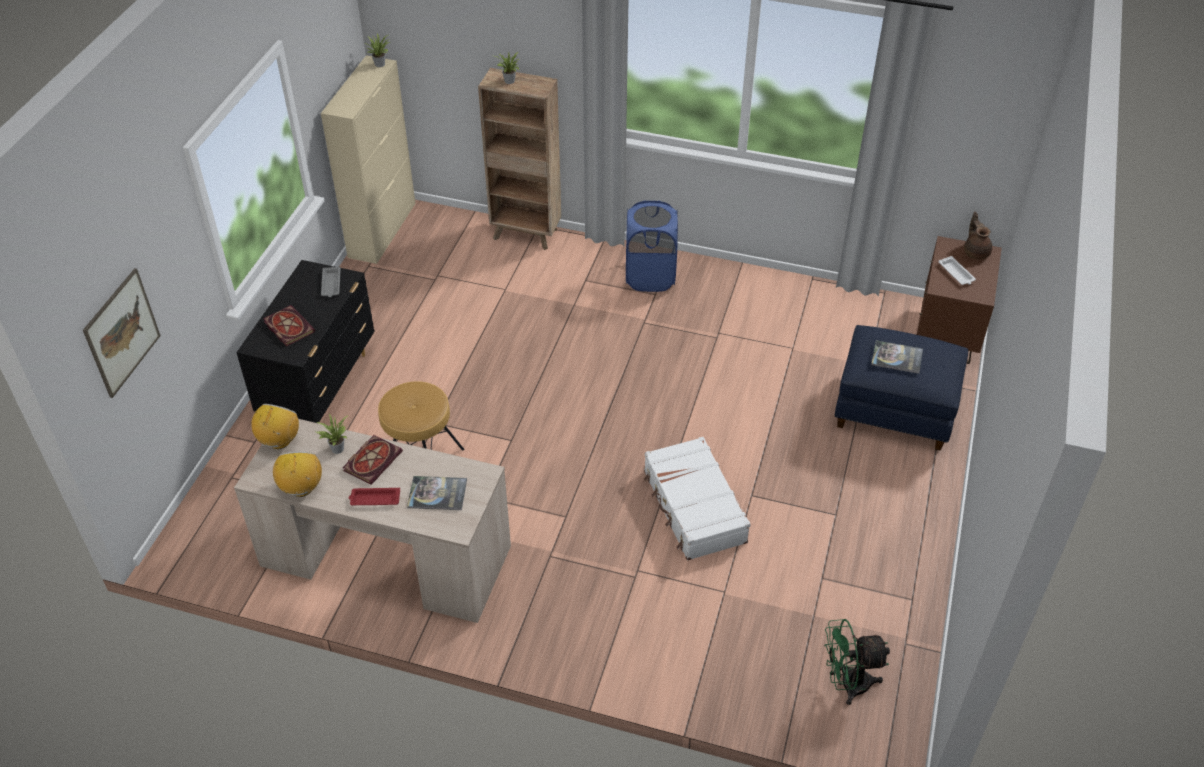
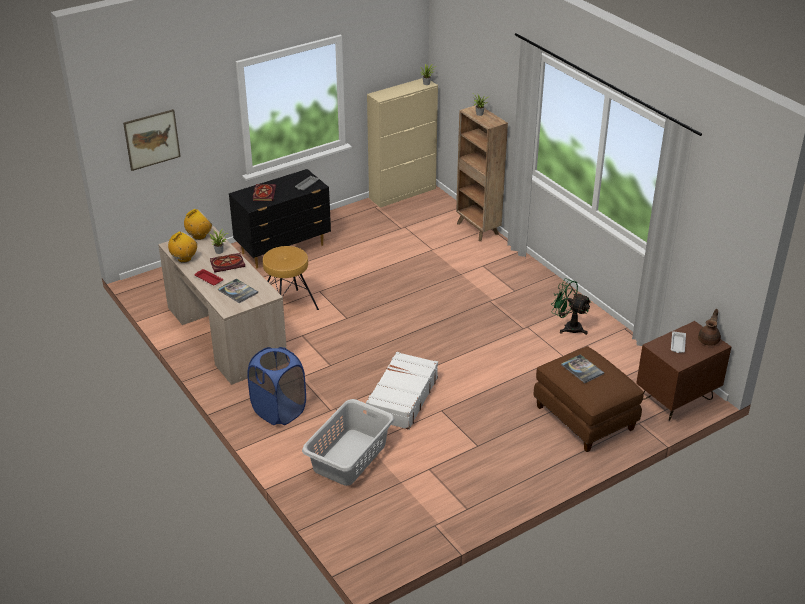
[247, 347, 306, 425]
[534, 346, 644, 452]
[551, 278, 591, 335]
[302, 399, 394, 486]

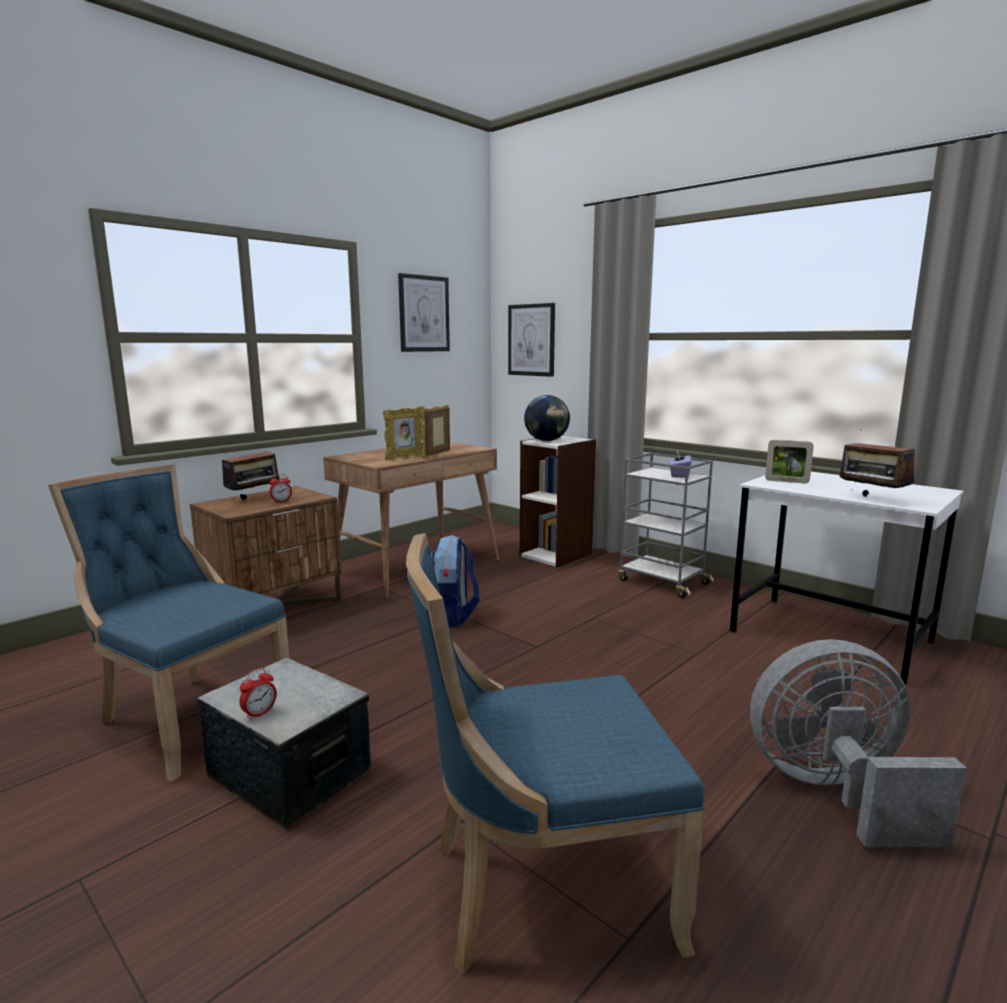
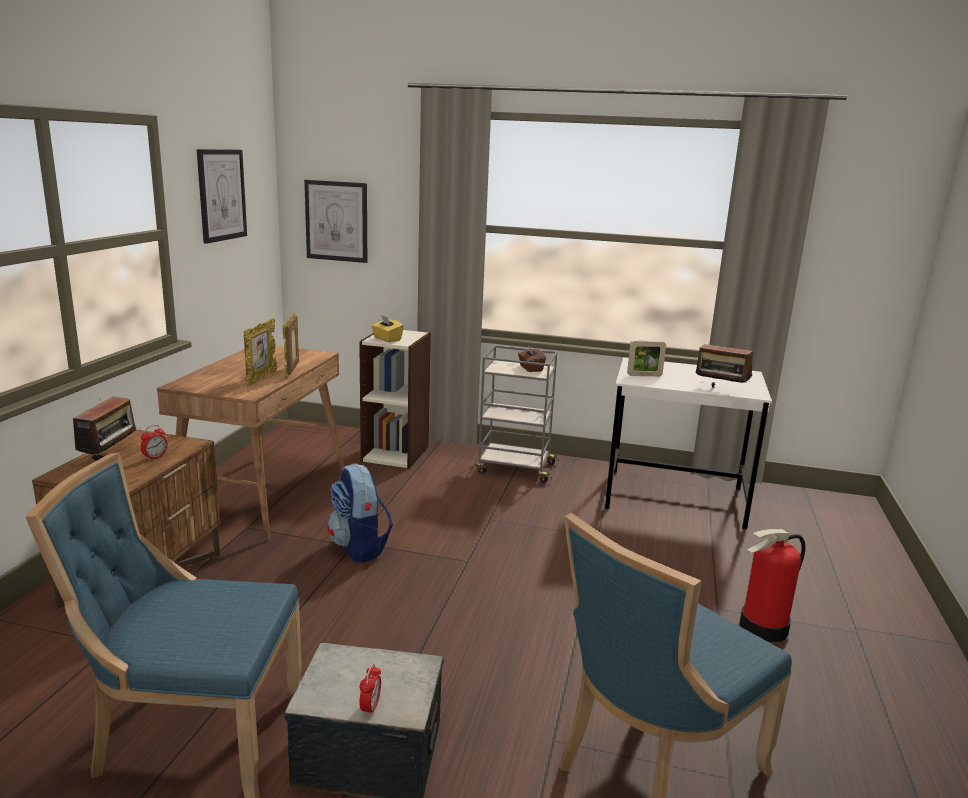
[371, 315, 404, 342]
[518, 345, 546, 372]
[739, 529, 806, 643]

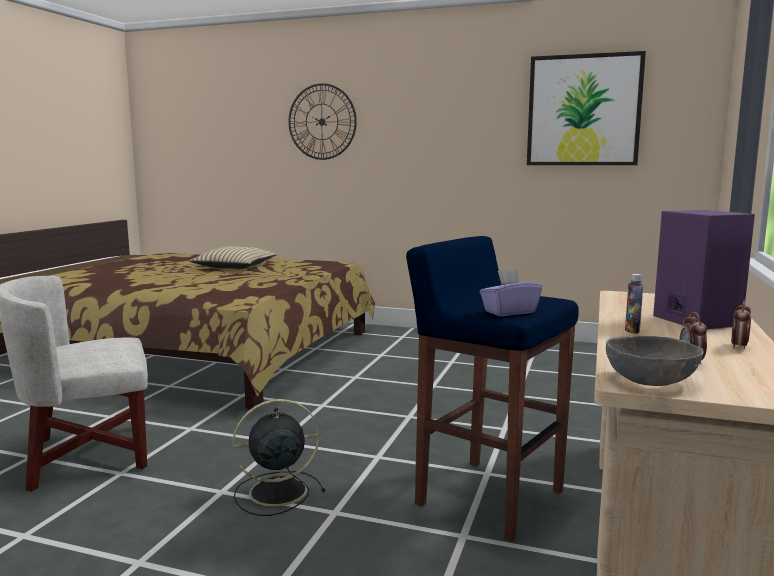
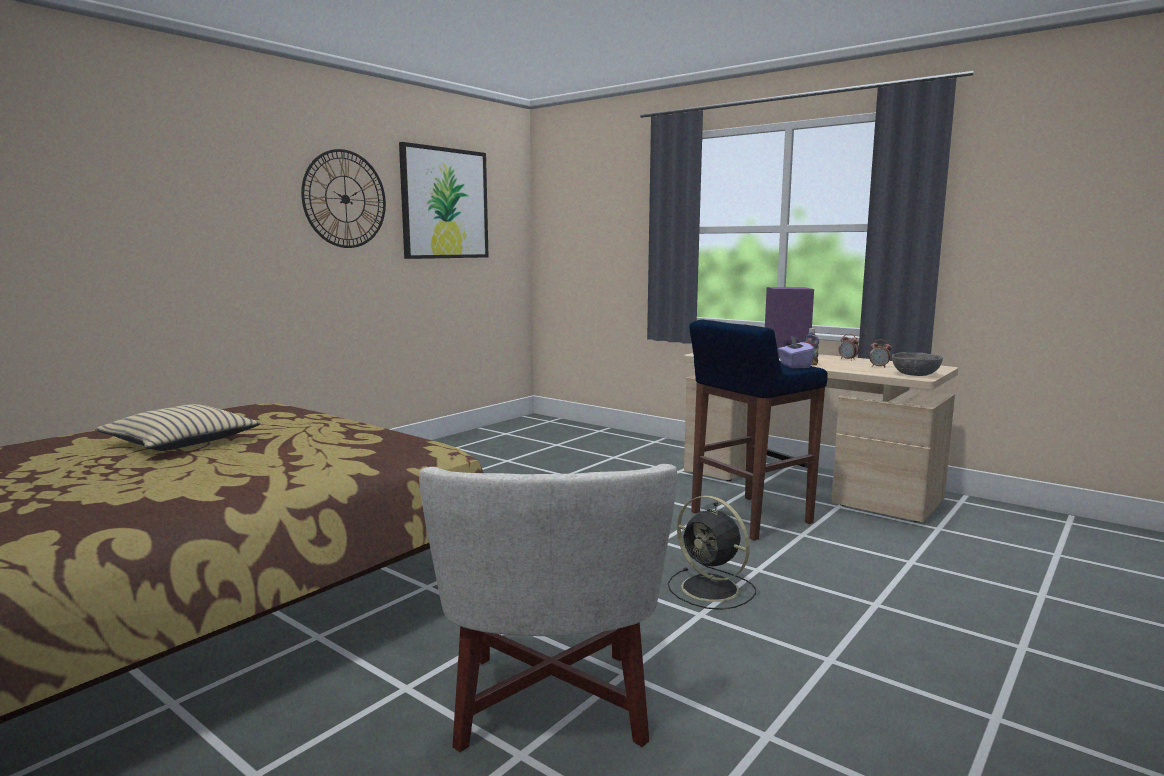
[301, 149, 386, 248]
[668, 495, 756, 610]

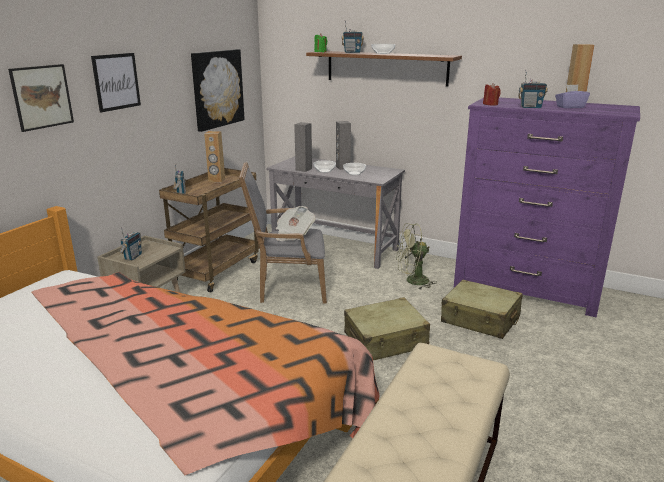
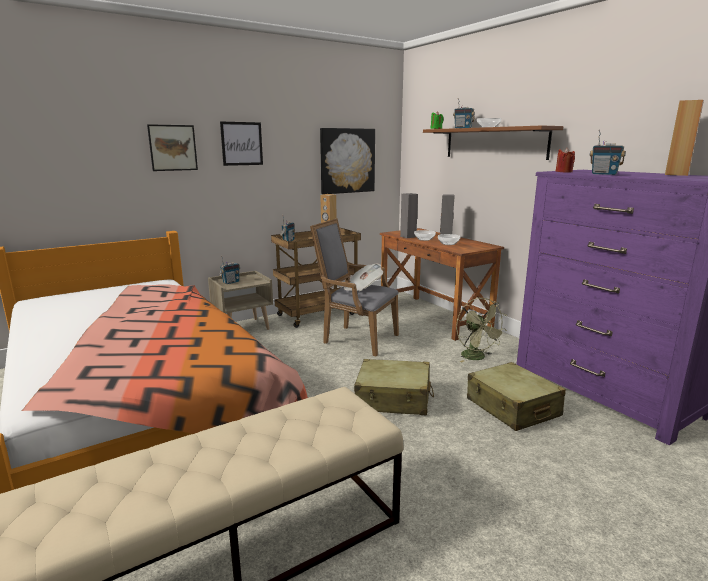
[555, 85, 590, 108] (first image)
[380, 228, 504, 341]
[456, 298, 507, 362]

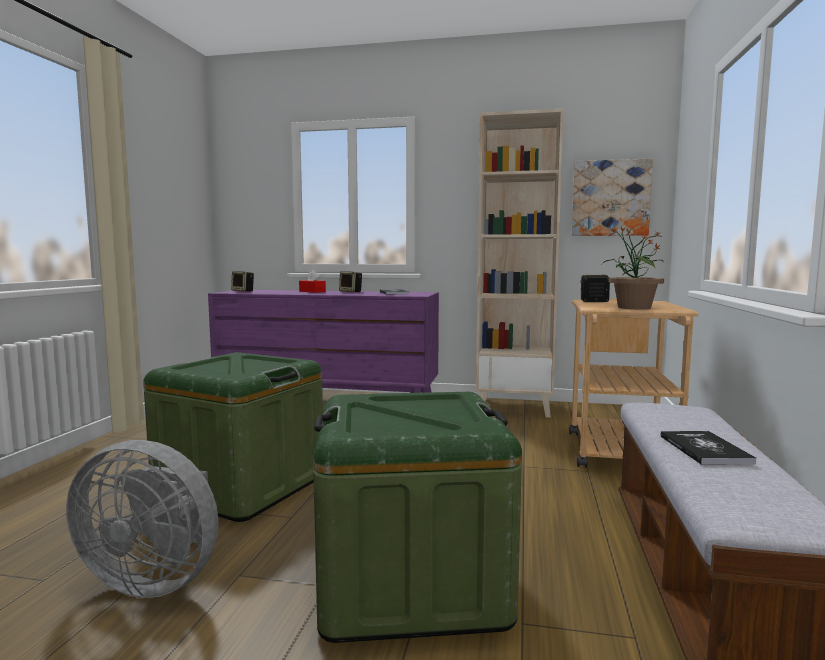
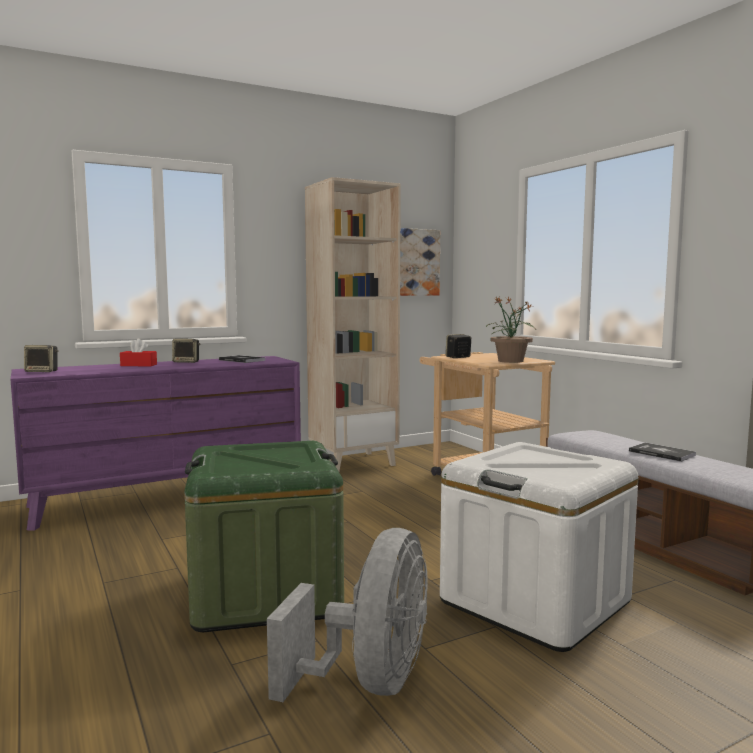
[440, 442, 638, 652]
[267, 528, 428, 702]

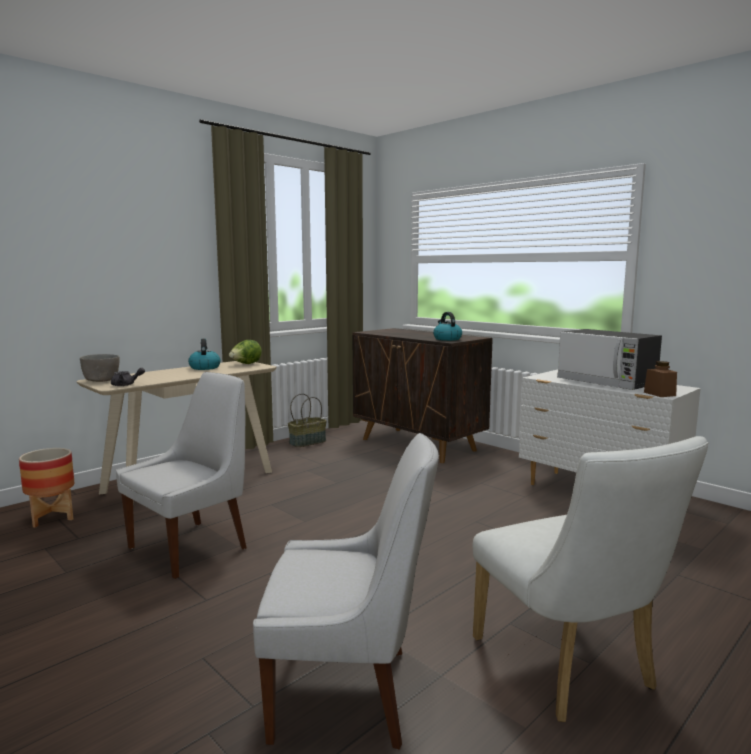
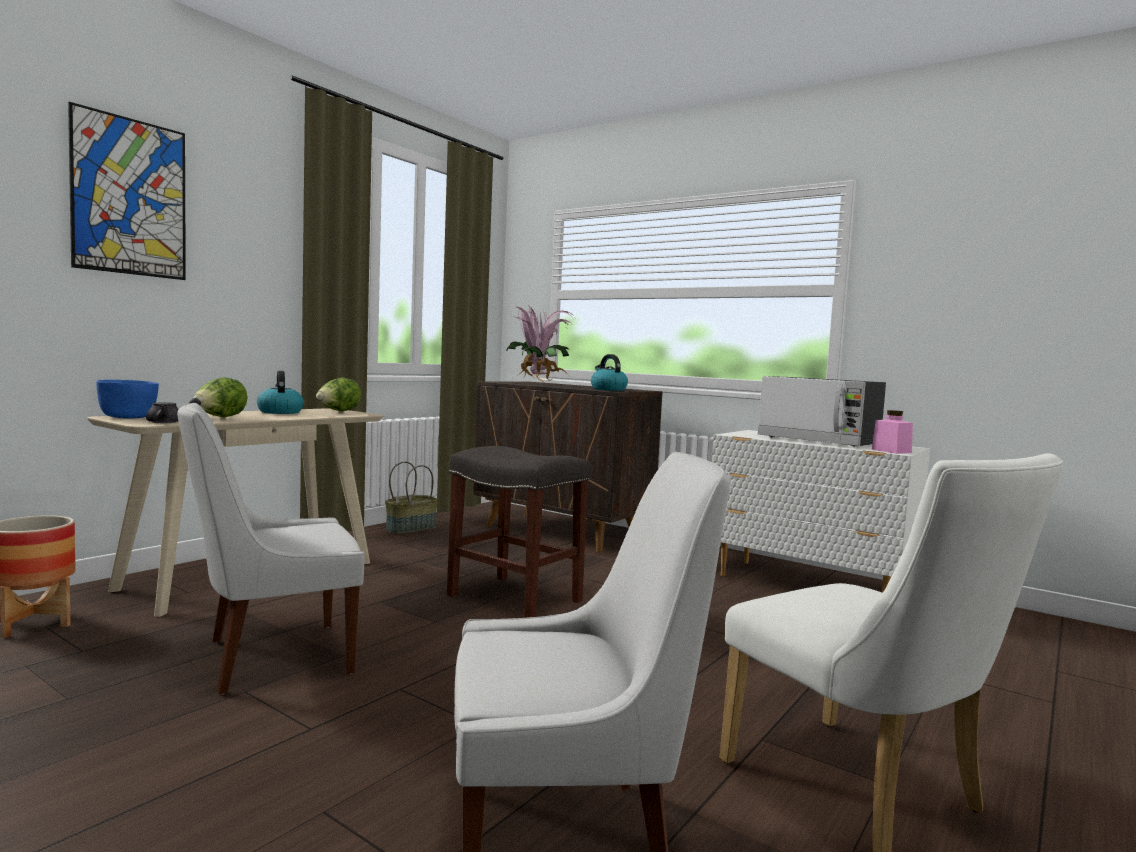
[96, 380, 159, 419]
[872, 410, 913, 454]
[177, 403, 364, 695]
[68, 102, 186, 280]
[506, 305, 573, 383]
[193, 377, 247, 417]
[447, 446, 591, 618]

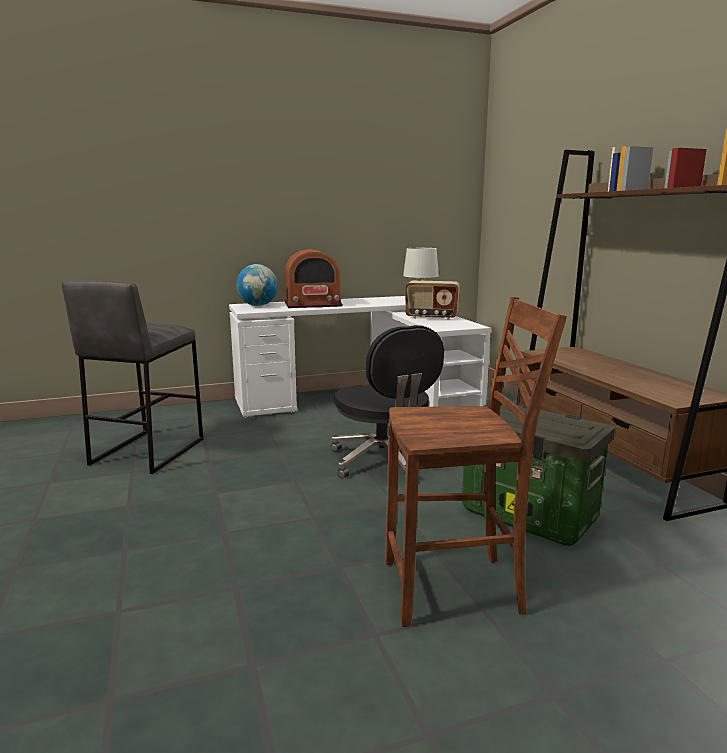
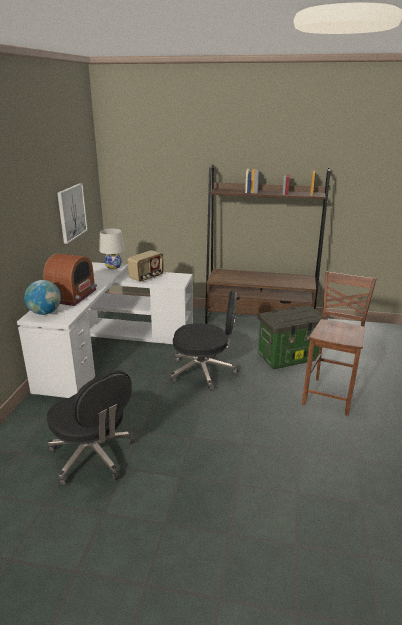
[47, 370, 135, 485]
[57, 183, 88, 244]

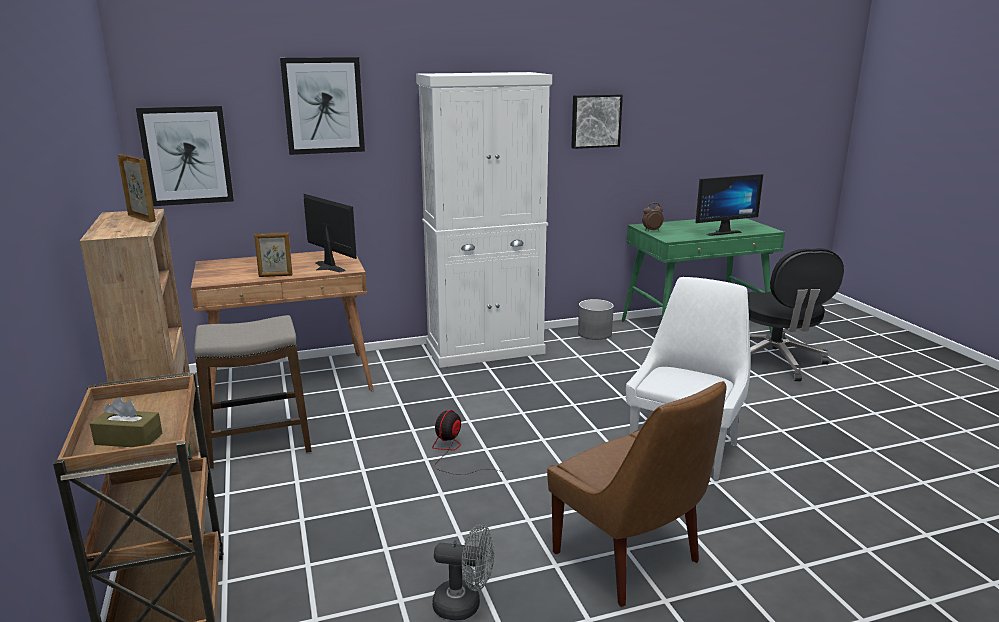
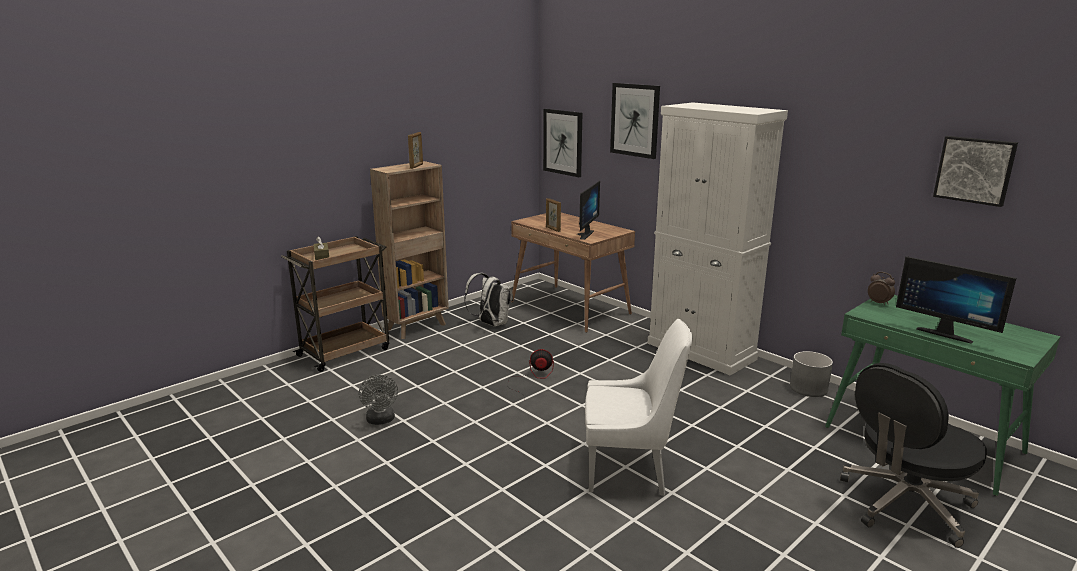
[933, 136, 1018, 207]
[464, 273, 513, 327]
[547, 381, 727, 607] (first image)

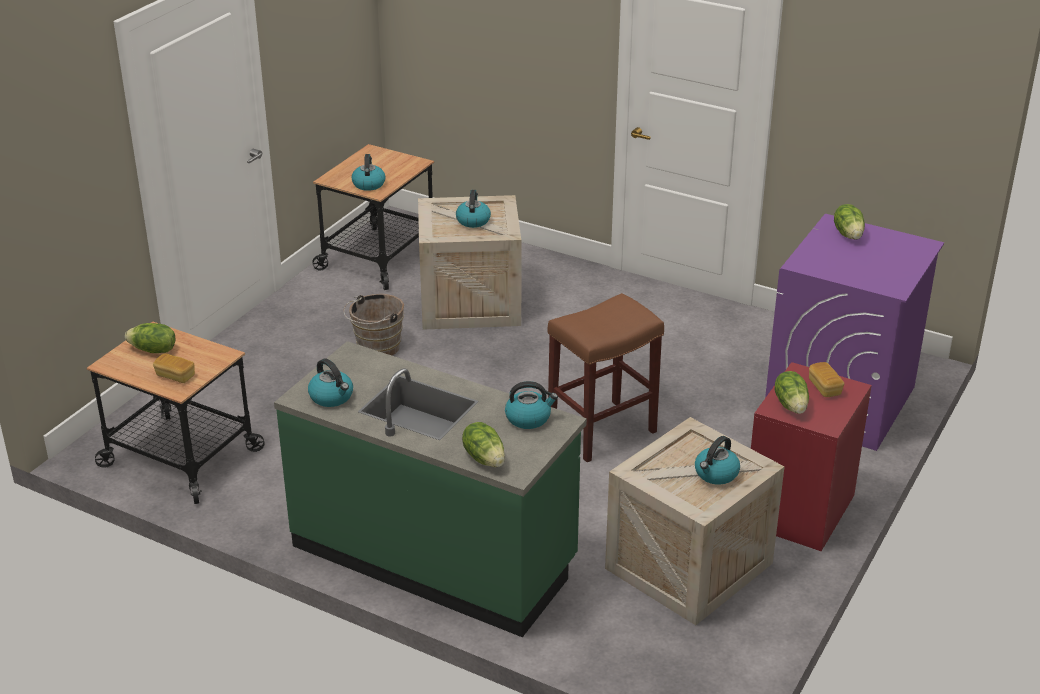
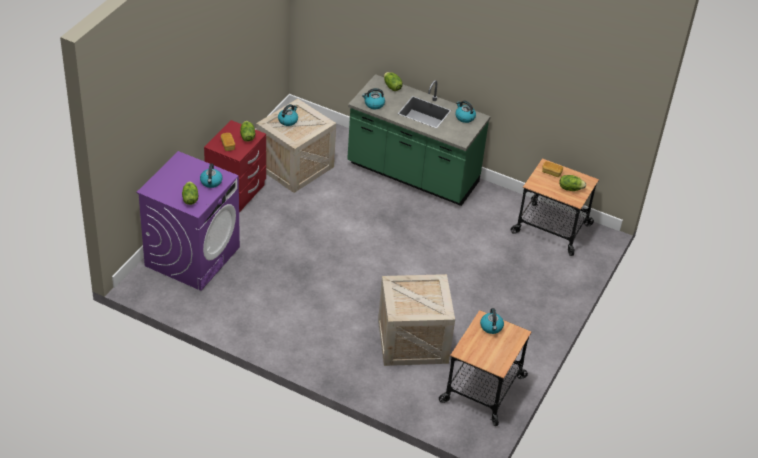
[200, 163, 223, 188]
[548, 293, 664, 462] (first image)
[343, 294, 404, 355] (first image)

